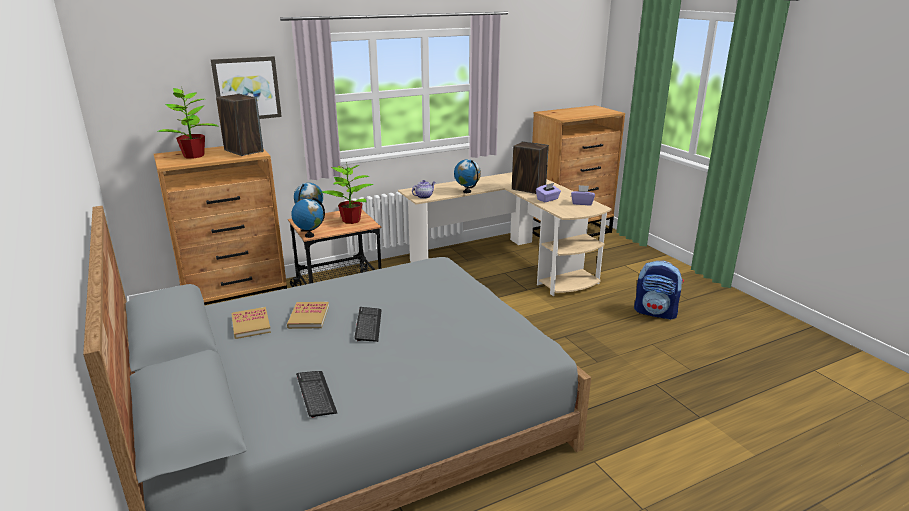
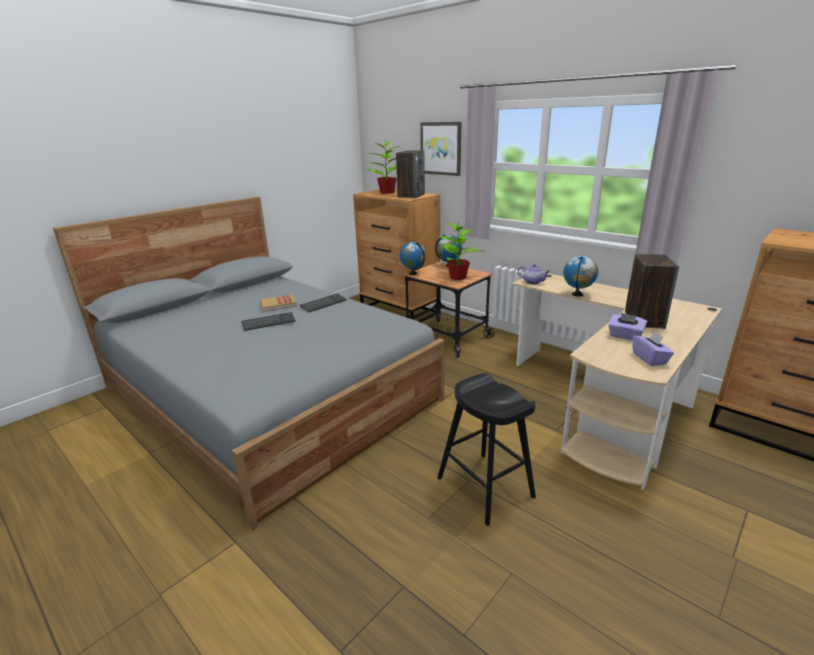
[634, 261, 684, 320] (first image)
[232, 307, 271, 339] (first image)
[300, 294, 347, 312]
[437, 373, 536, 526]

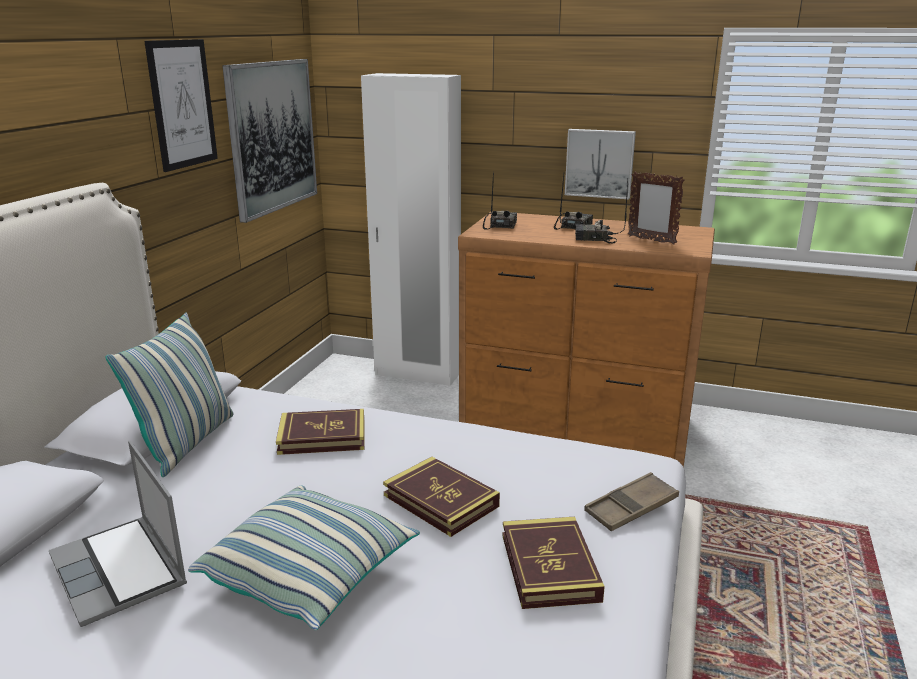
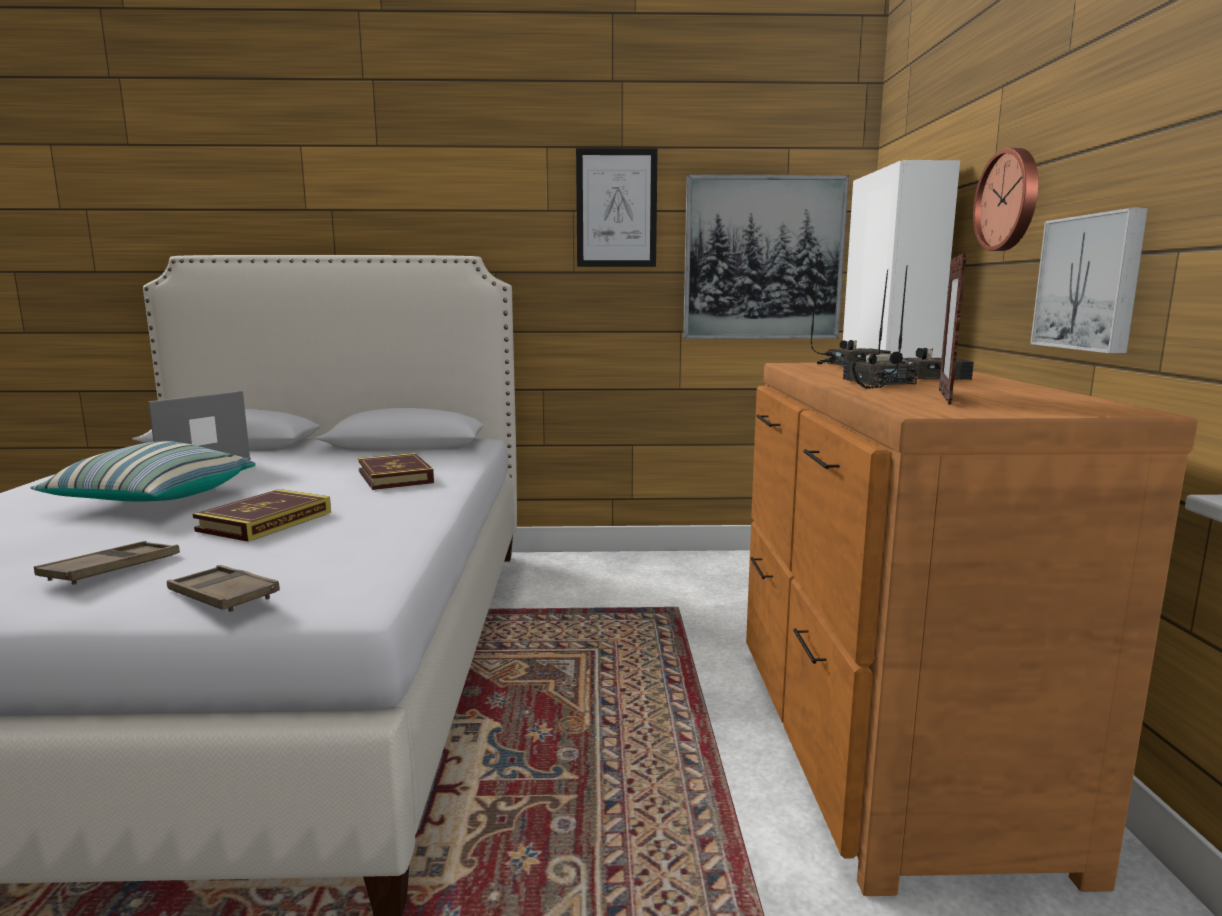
[105, 312, 234, 477] (first image)
[34, 541, 180, 585]
[973, 148, 1038, 251]

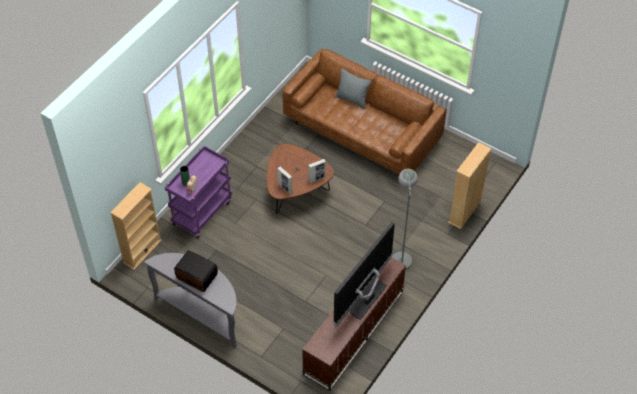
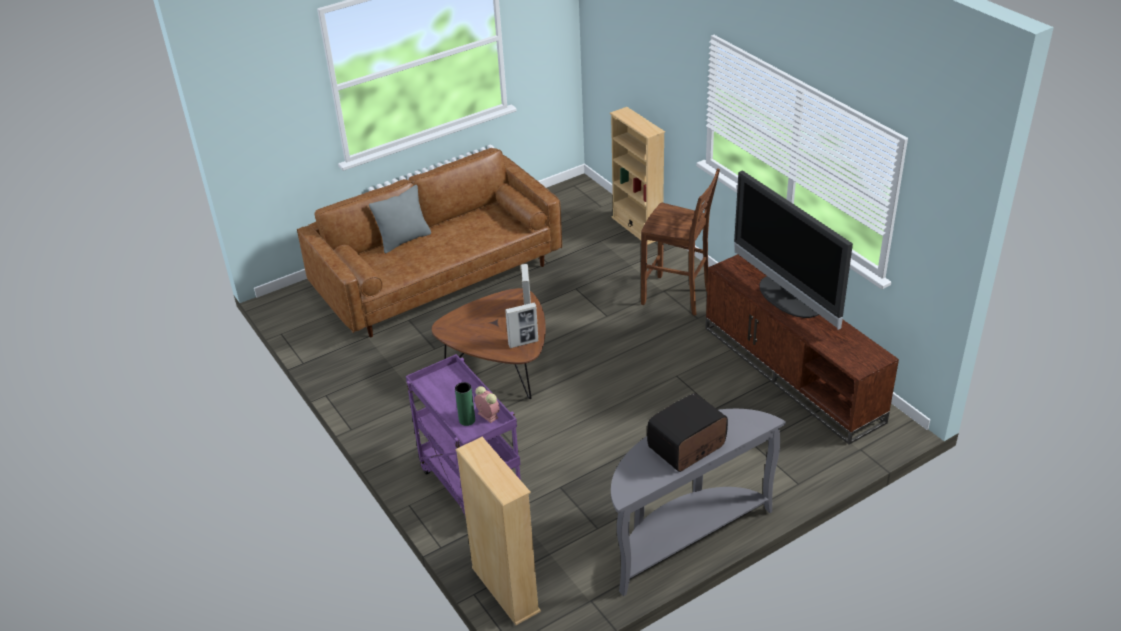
[641, 168, 720, 316]

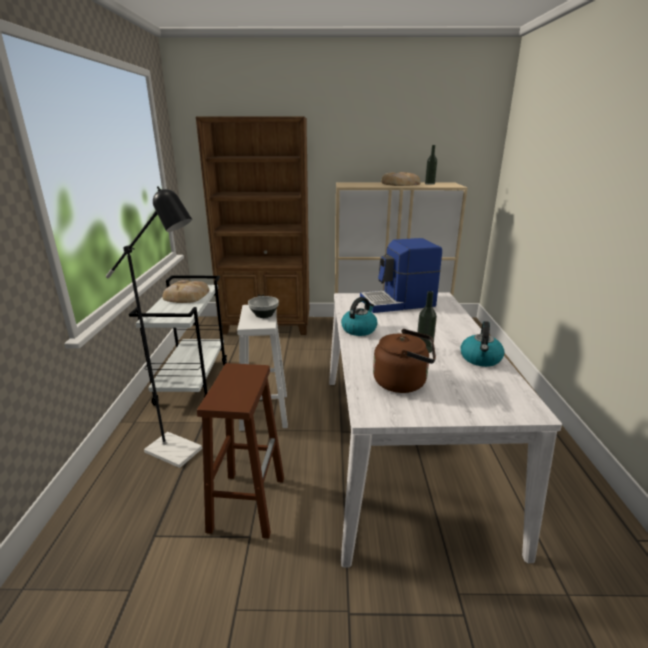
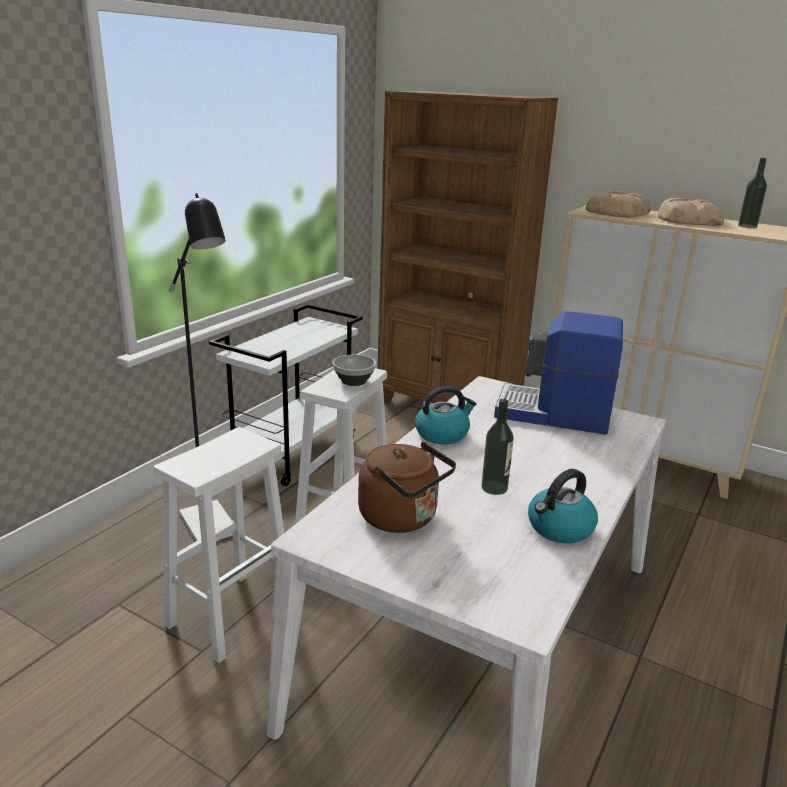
[586, 191, 651, 217]
[153, 427, 285, 663]

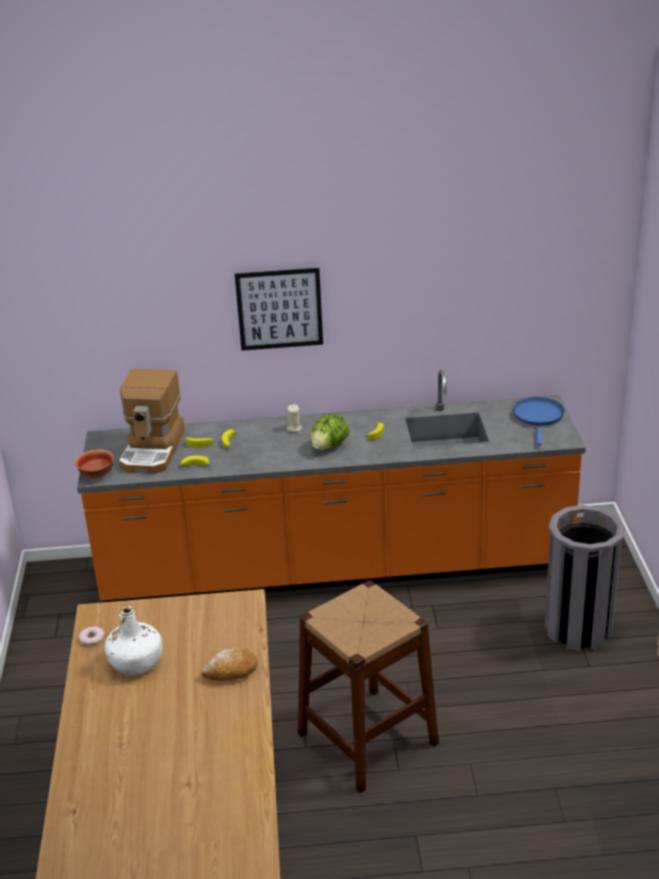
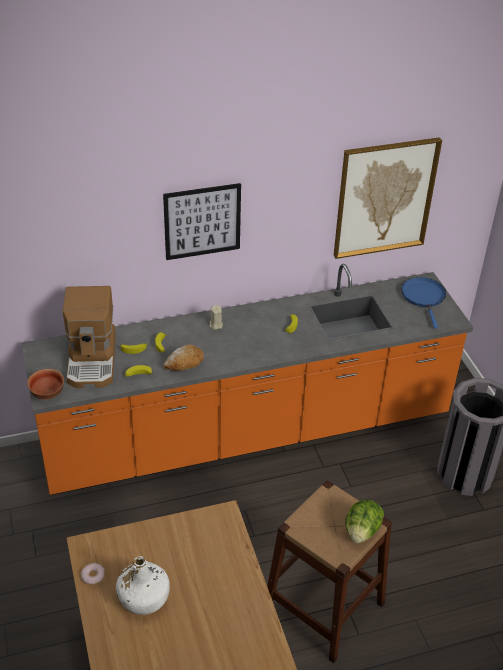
[345, 499, 384, 543]
[164, 345, 204, 371]
[334, 137, 442, 259]

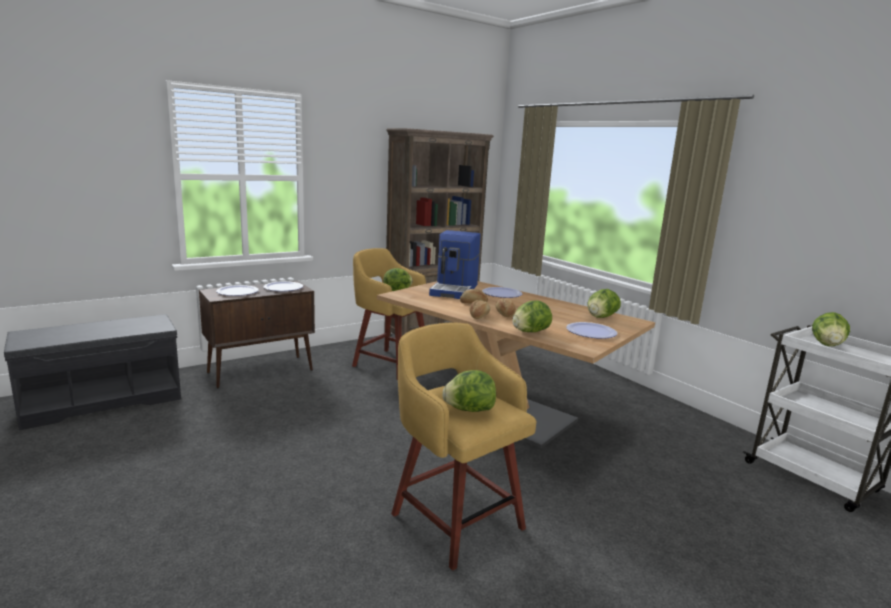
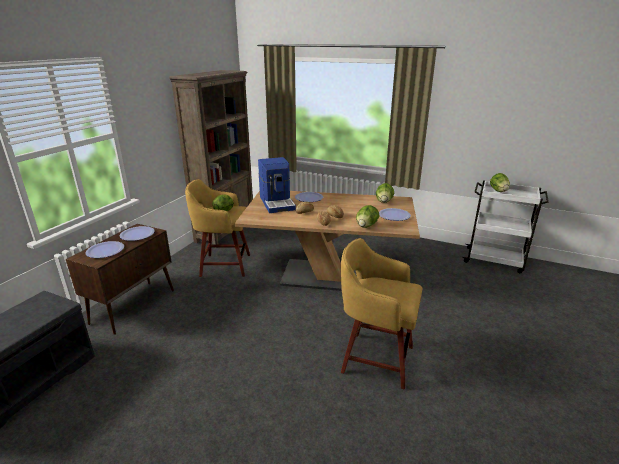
[442, 370, 496, 412] (first image)

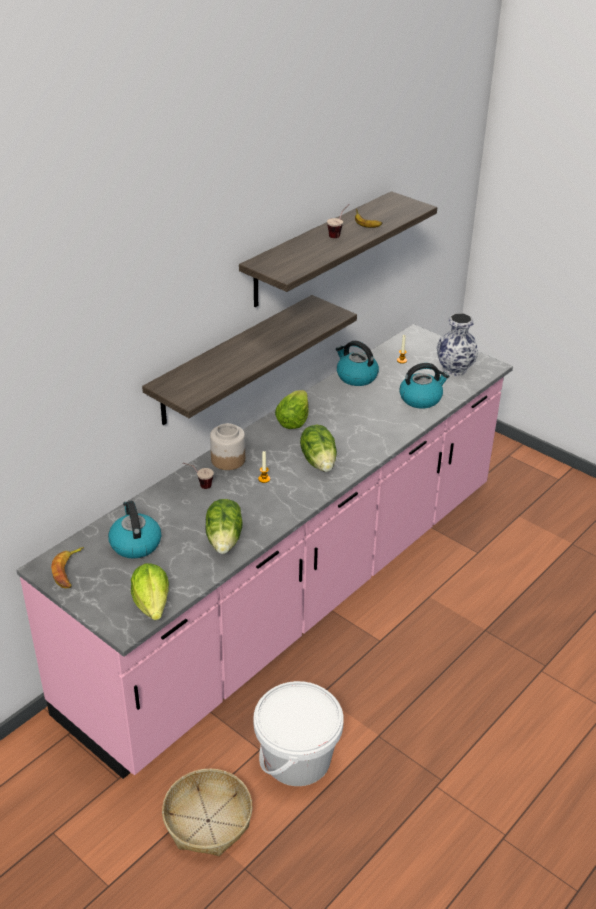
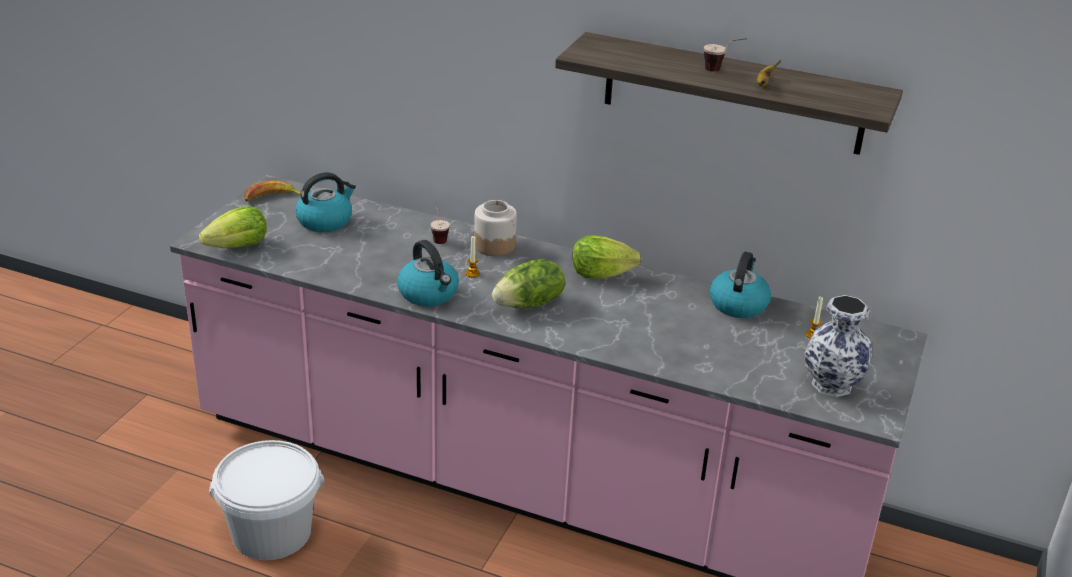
[142, 295, 357, 425] (first image)
[397, 240, 459, 306]
[206, 499, 243, 554] (first image)
[162, 769, 252, 856] (first image)

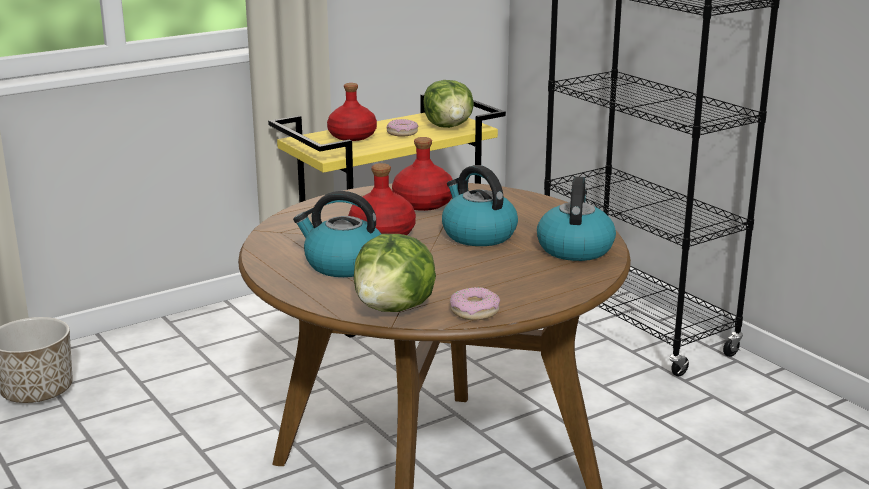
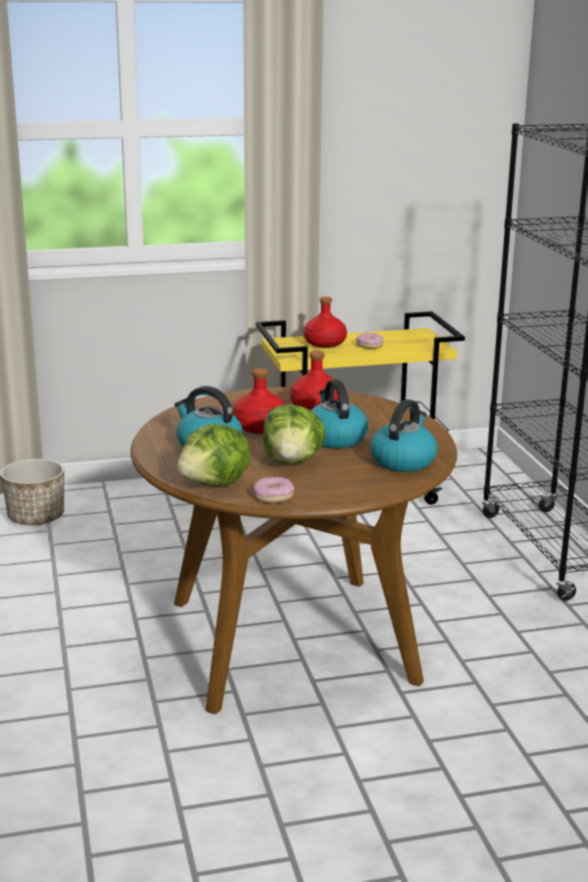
[263, 404, 326, 464]

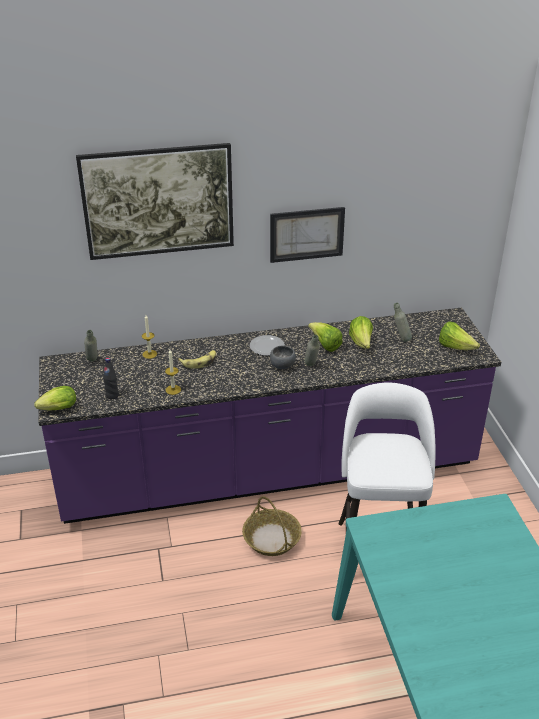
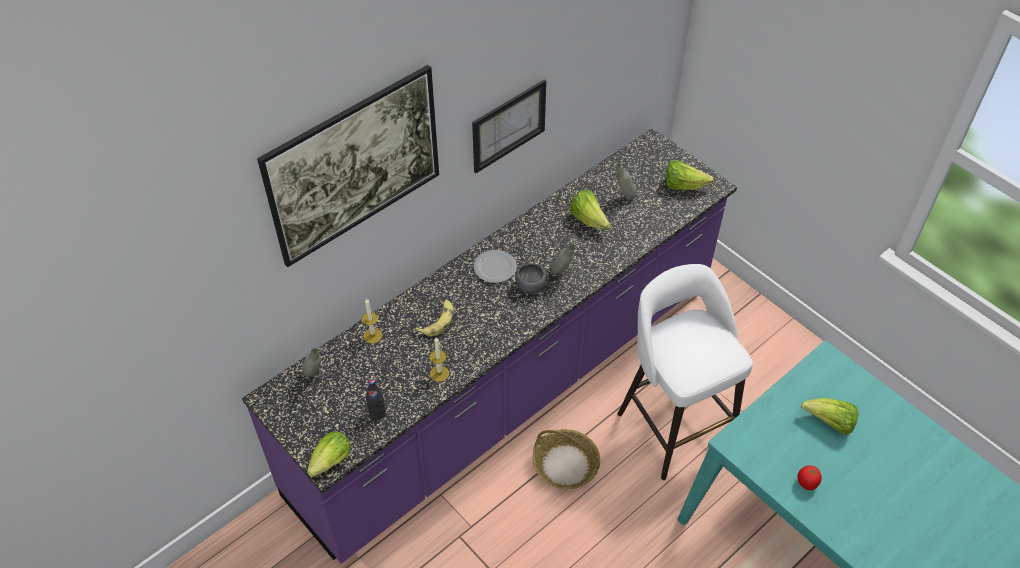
[801, 398, 858, 435]
[797, 466, 822, 490]

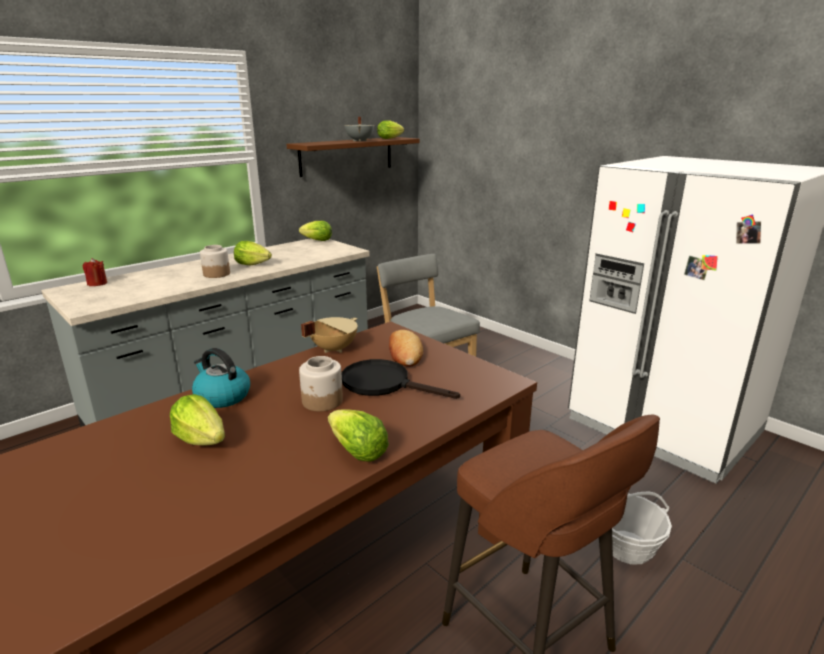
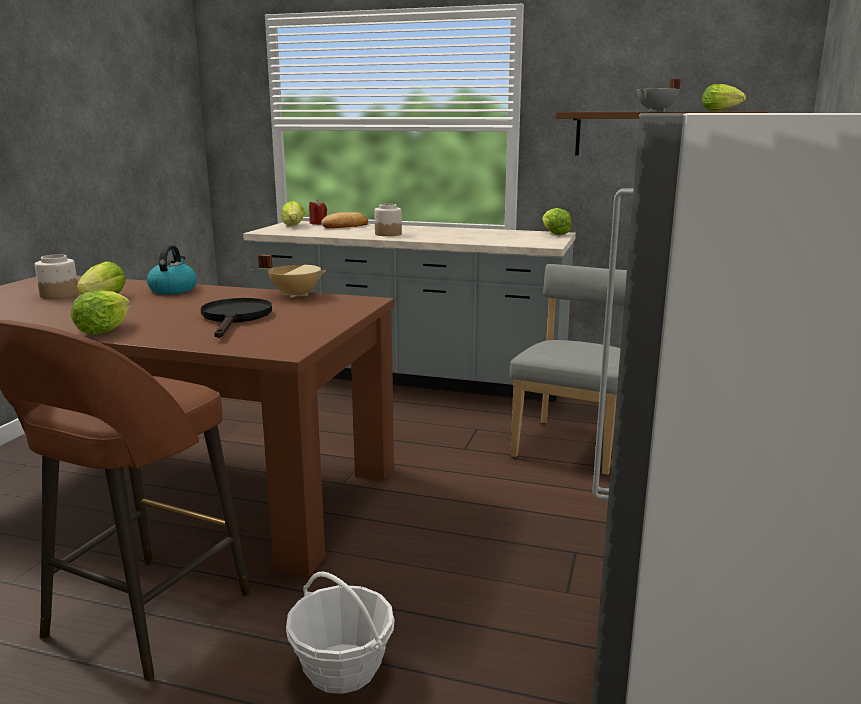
[281, 201, 305, 226]
[321, 212, 368, 228]
[35, 254, 79, 299]

